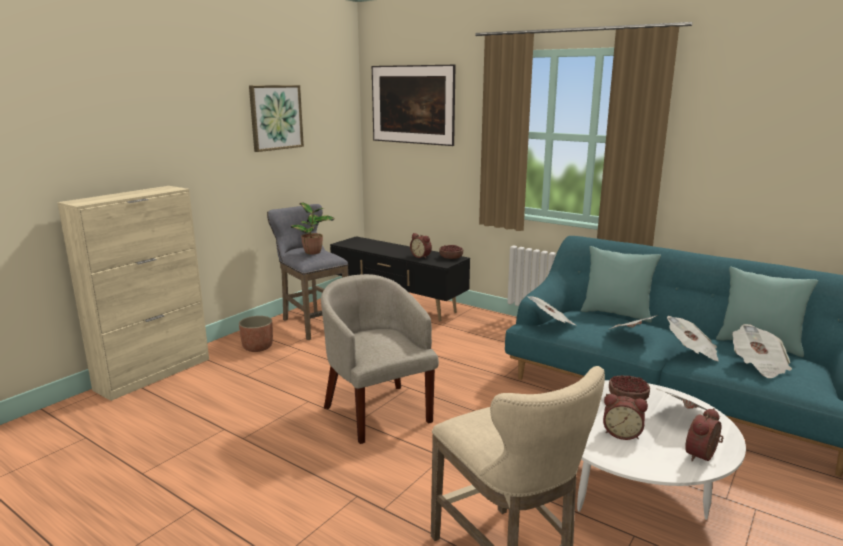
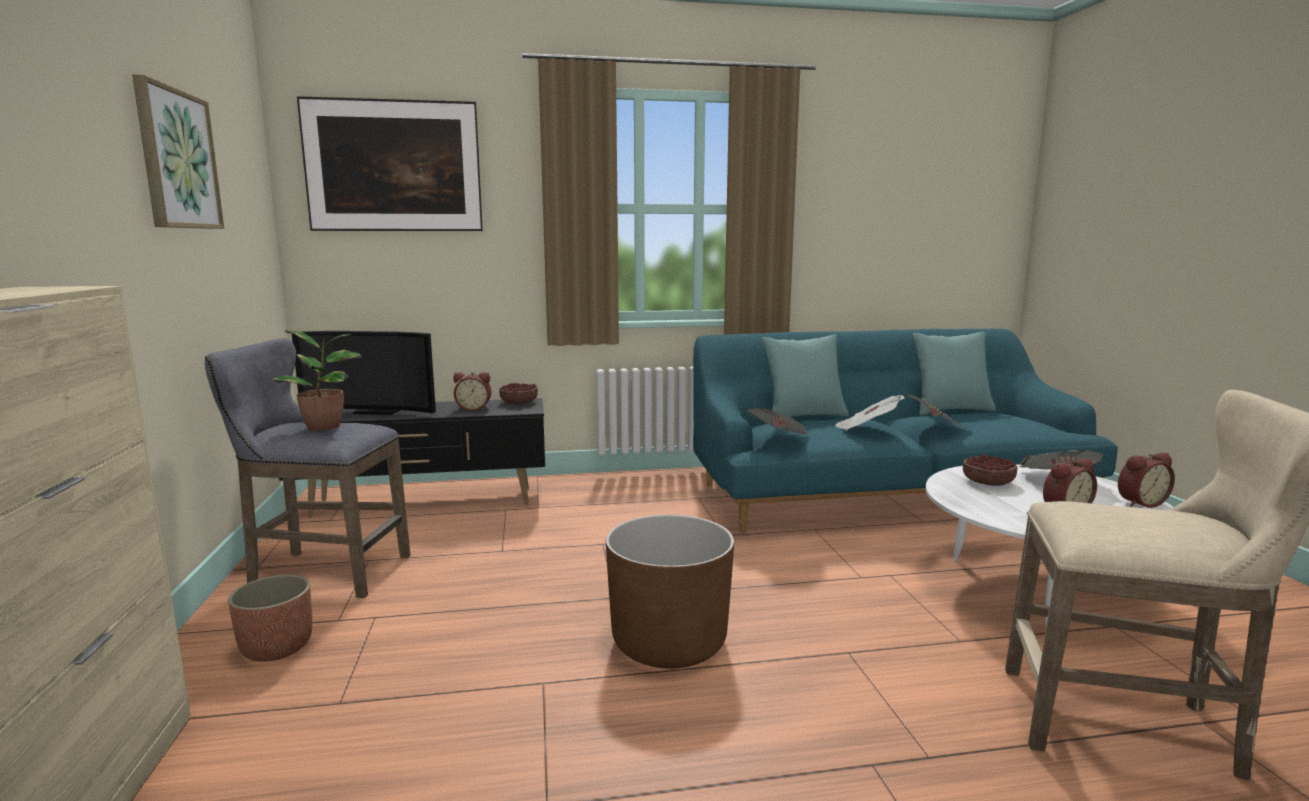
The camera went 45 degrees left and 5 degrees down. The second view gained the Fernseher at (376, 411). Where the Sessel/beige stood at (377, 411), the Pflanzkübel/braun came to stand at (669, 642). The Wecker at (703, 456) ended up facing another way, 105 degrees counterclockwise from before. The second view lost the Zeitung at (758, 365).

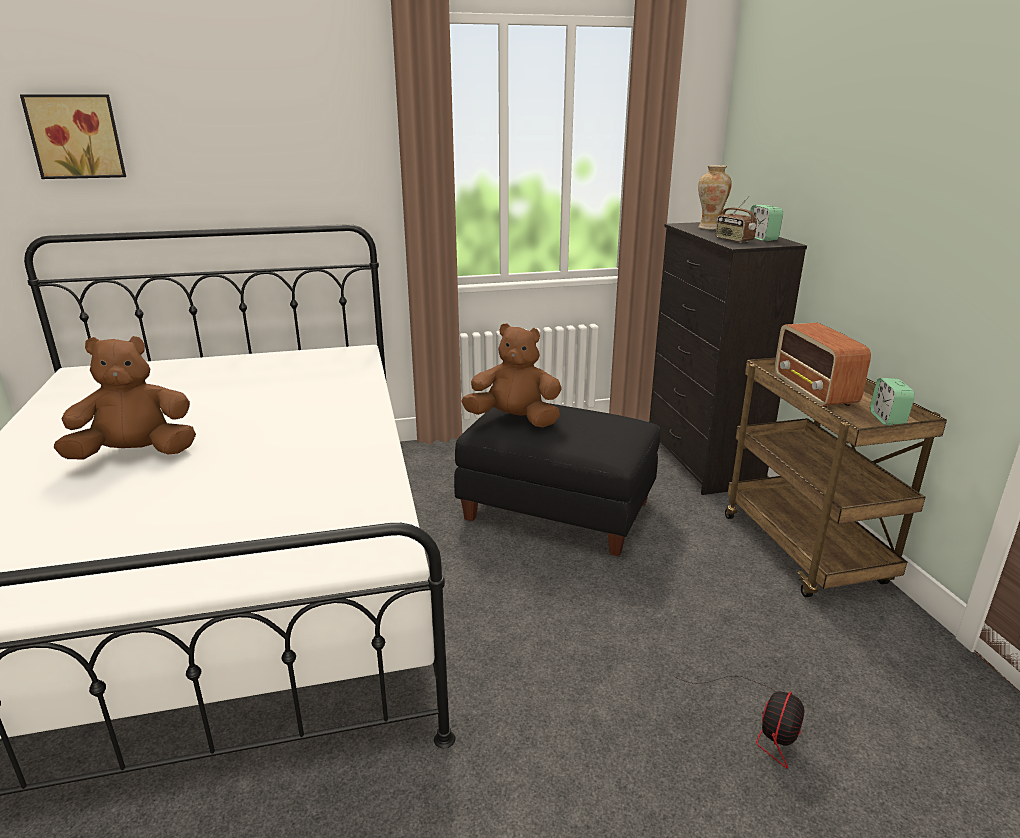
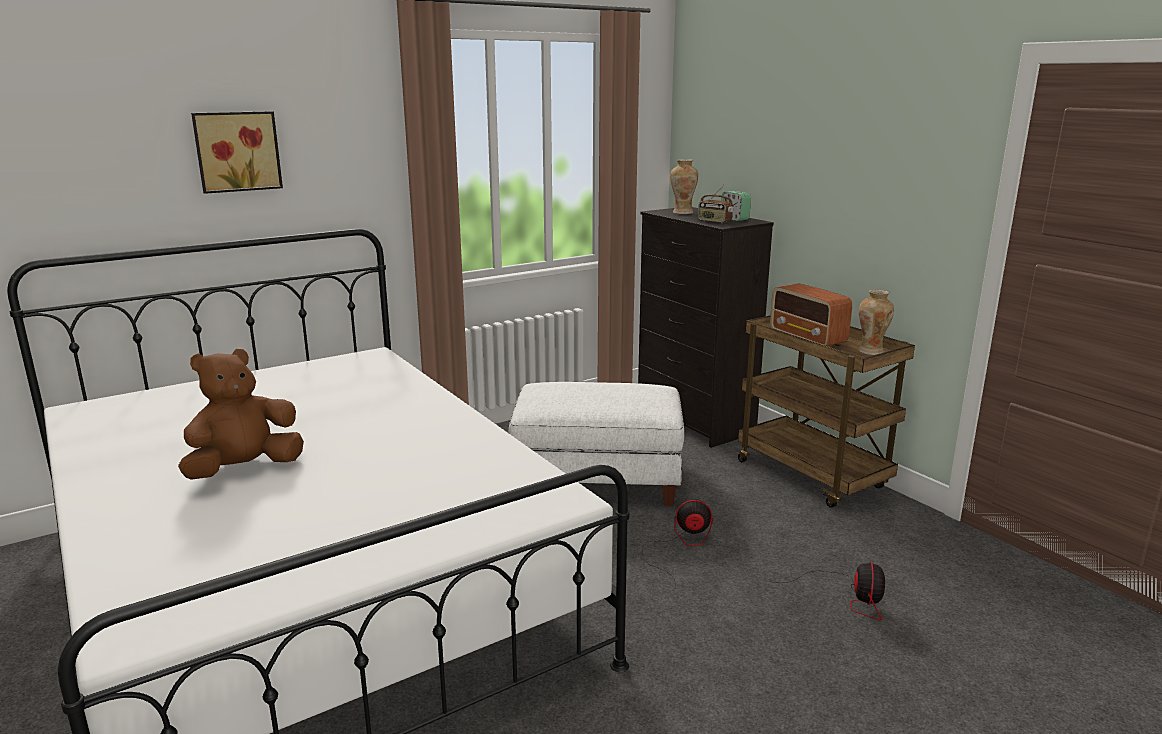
The camera went 20 degrees left and 5 degrees down. The Bild ended up elsewhere, having gone from (76, 136) to (237, 151). What was the Polsterhocker/schwarz at (558, 510) turned into the Polsterhocker/weiß at (598, 479). The second view gained the Ventilator at (680, 546). Where the Wecker stood at (887, 419), the Vase came to stand at (871, 351). The second view lost the Plüschtier/braun at (514, 420).

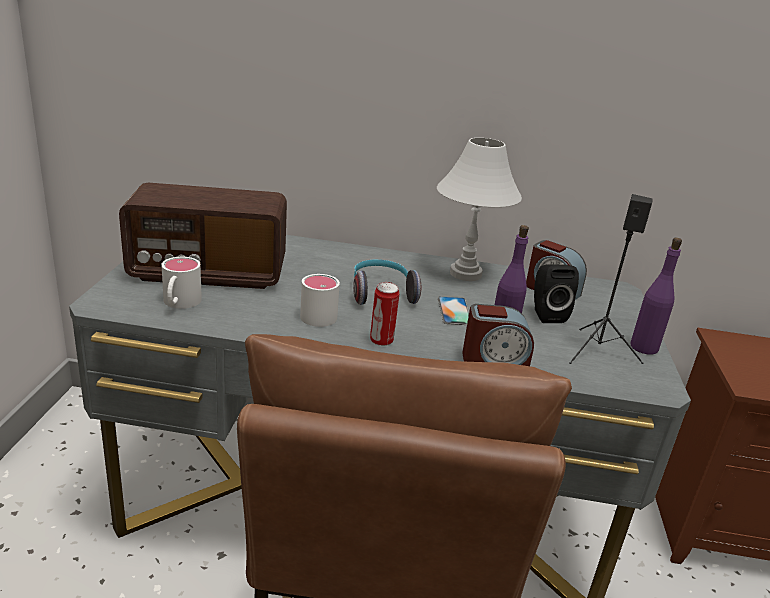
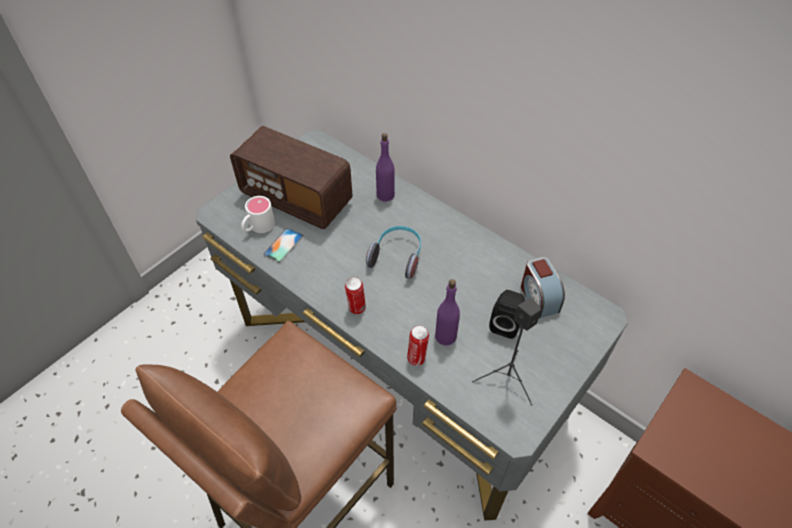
The camera went 35 degrees right and 25 degrees up. The Handy ended up elsewhere, having gone from (454, 311) to (283, 245). The Flasche/lila ended up elsewhere, having gone from (643, 347) to (385, 195). Where the Wecker stood at (494, 361), the Dose came to stand at (417, 358). The second view lost the Henkelbecher/weiß at (320, 313). The second view lost the Tischlampe/weiß at (466, 274).

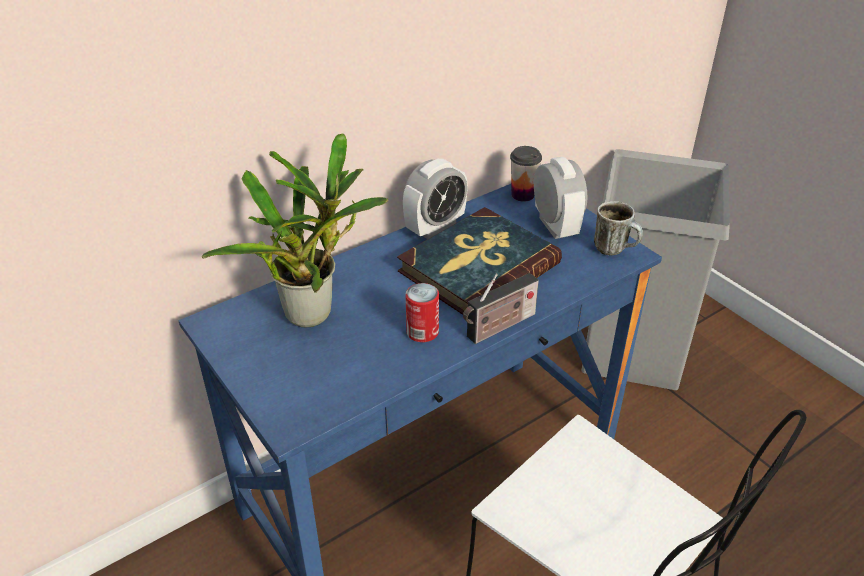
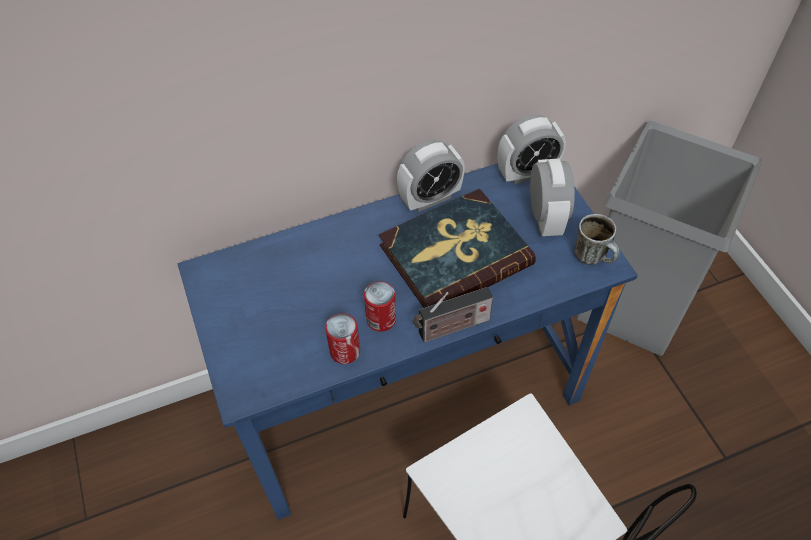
The camera went 15 degrees right and 15 degrees up. The second view gained the Dose at (345, 351). Where the Tasse stood at (522, 195), the Wecker came to stand at (527, 173). The second view lost the Topfpflanze at (314, 311).

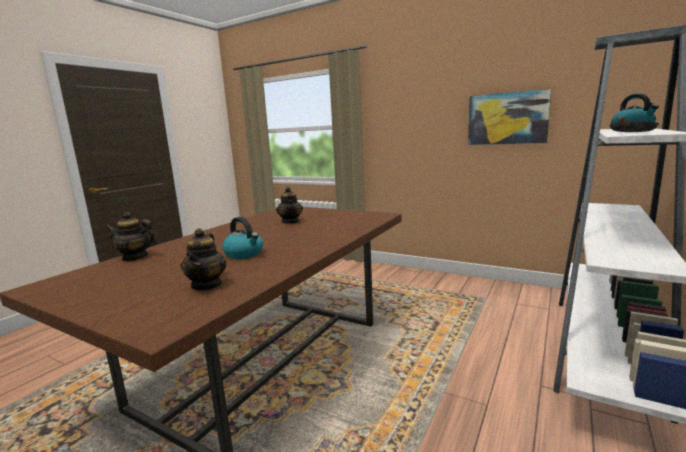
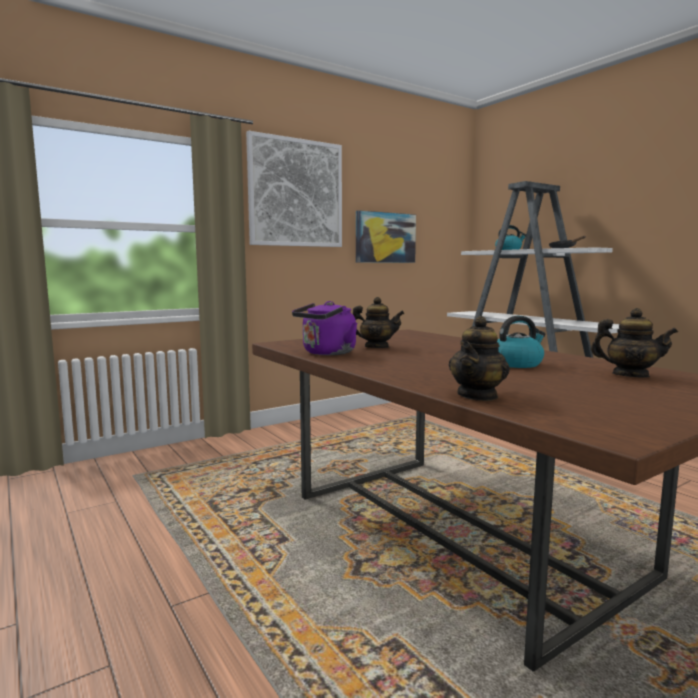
The camera went 65 degrees left and 5 degrees down. The second view gained the Bild at (296, 193). The second view gained the Wasserkessel/lila at (327, 353).

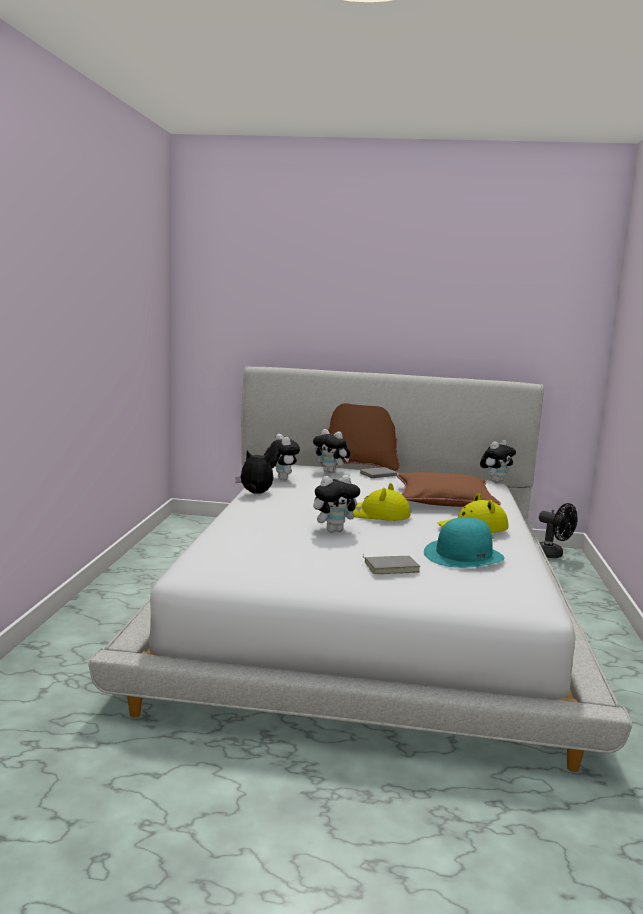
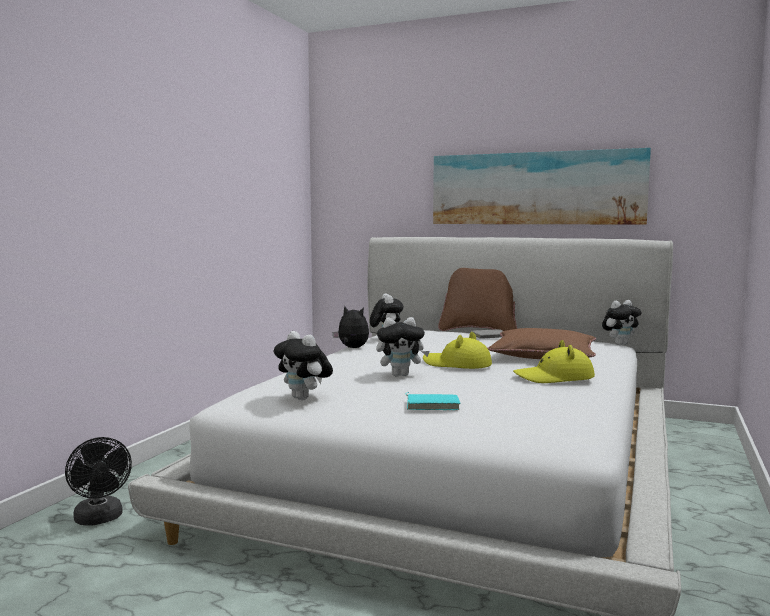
The camera went 15 degrees right and 5 degrees down. The Ventilator/schwarz ended up elsewhere, having gone from (552, 555) to (100, 519). The Plüschtier ended up elsewhere, having gone from (331, 472) to (304, 398). What was the Buch/grau at (391, 567) turned into the Buch/türkis at (433, 405). The second view gained the Bild at (535, 188). The second view lost the Hut/türkis at (463, 555).

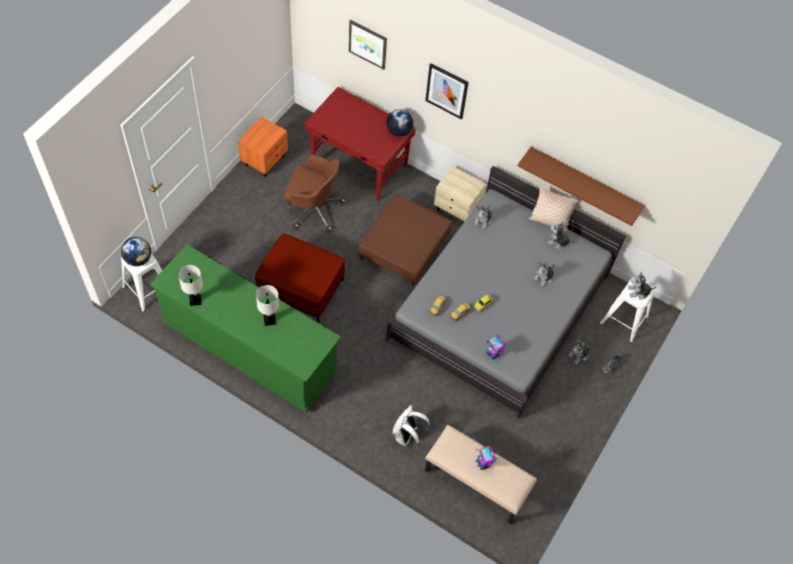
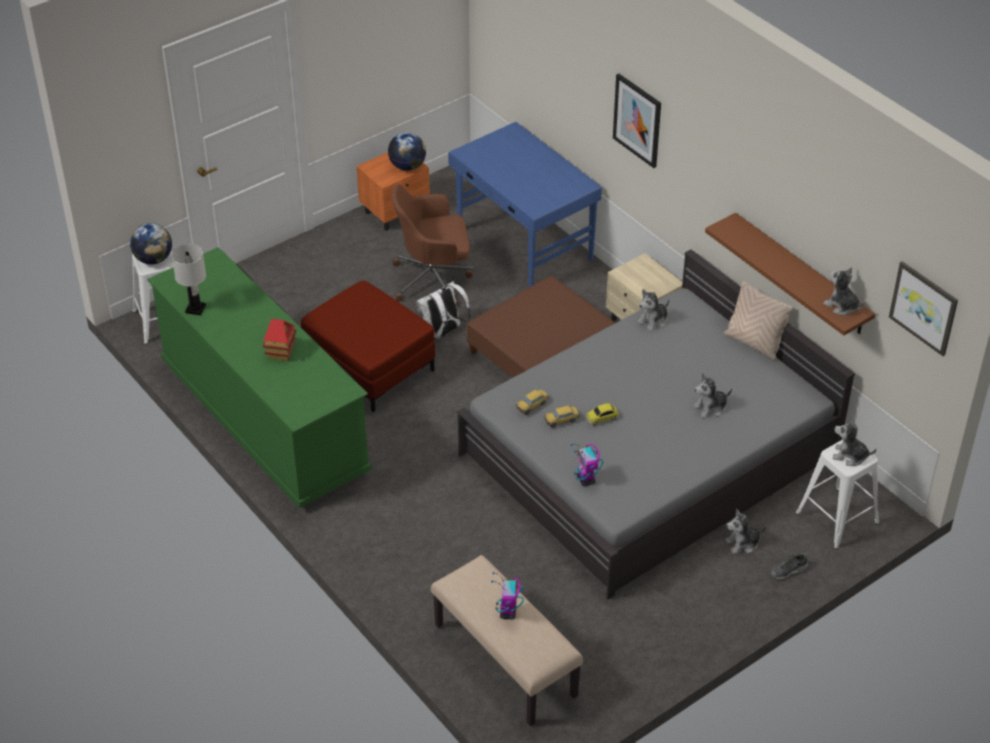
The camera went 25 degrees right and 15 degrees down. Where the Tischlampe/weiß stood at (269, 320), the Spielzeughaus came to stand at (281, 352). The Globus ended up elsewhere, having gone from (399, 131) to (407, 166). The Bürostuhl/braun at (313, 208) ended up facing another way, 135 degrees clockwise from before. The Rucksack/weiß ended up elsewhere, having gone from (407, 436) to (443, 332). What was the Schreibtisch/rot at (359, 166) turned into the Schreibtisch/blau at (524, 245). The Plüschtier ended up elsewhere, having gone from (558, 242) to (841, 306). The Bild ended up elsewhere, having gone from (368, 44) to (924, 307).

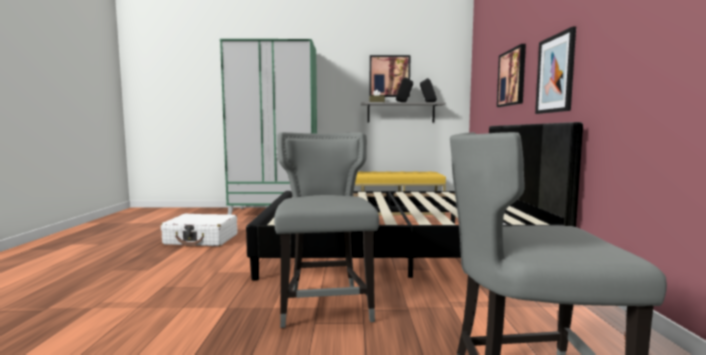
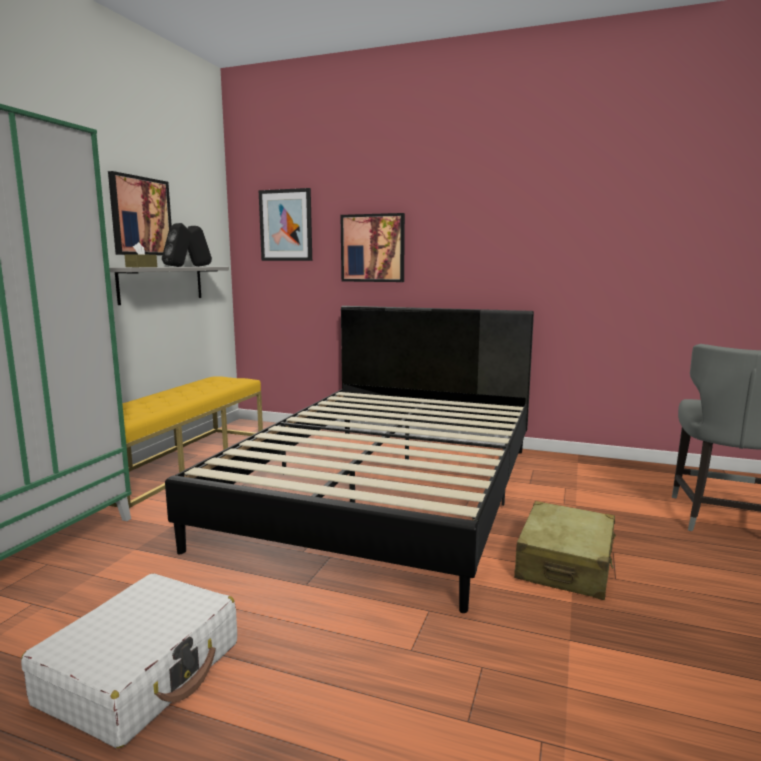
The camera went 70 degrees left and 5 degrees up. The Bild ended up elsewhere, having gone from (555, 74) to (286, 225). Where the Stuhl/grau stood at (326, 304), the Koffer/beige came to stand at (565, 565).

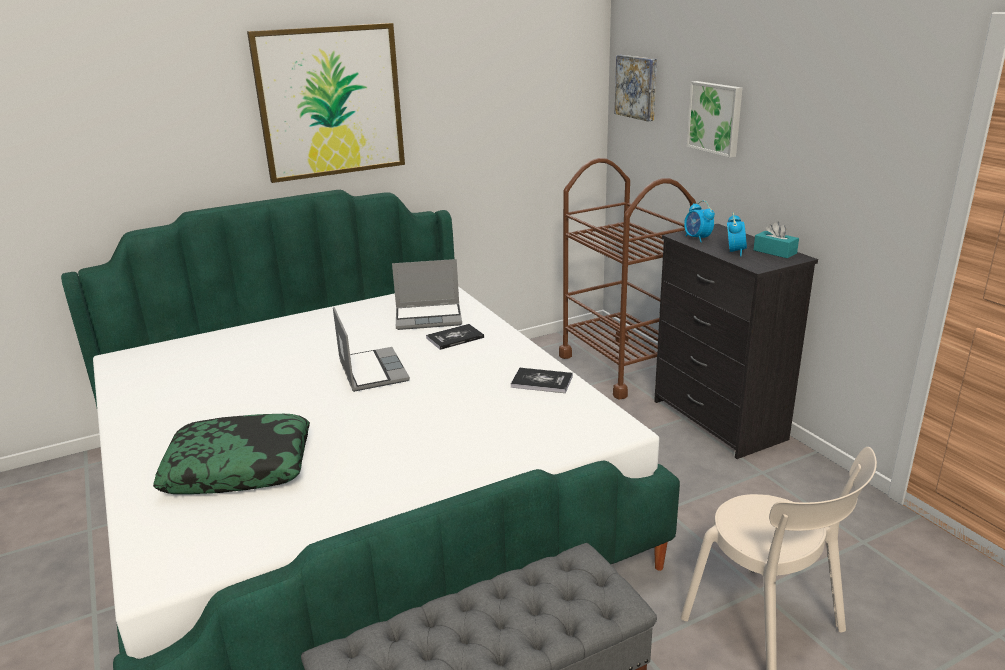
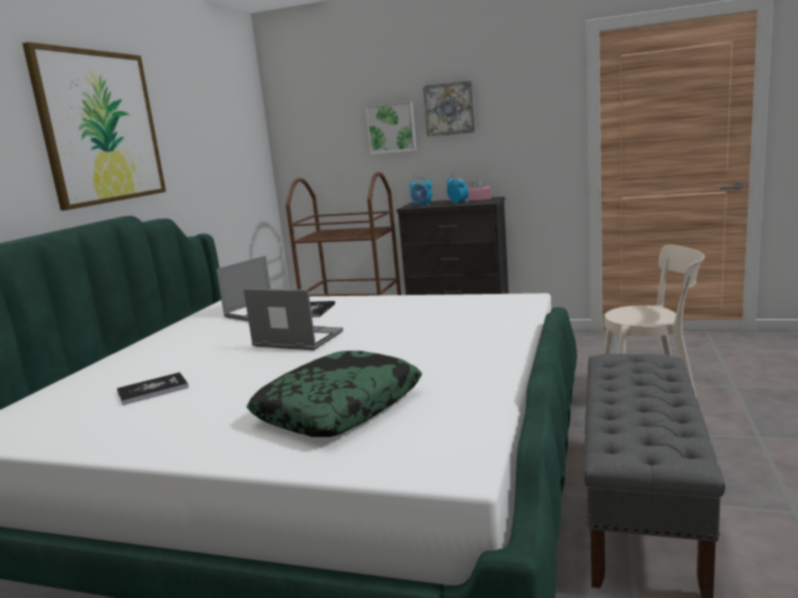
The camera went 45 degrees left and 10 degrees down. The Buch ended up elsewhere, having gone from (542, 381) to (153, 390). The Bild ended up elsewhere, having gone from (637, 87) to (449, 109). What was the Taschentuchbox/türkis at (775, 252) turned into the Taschentuchbox/rosa at (477, 199).

